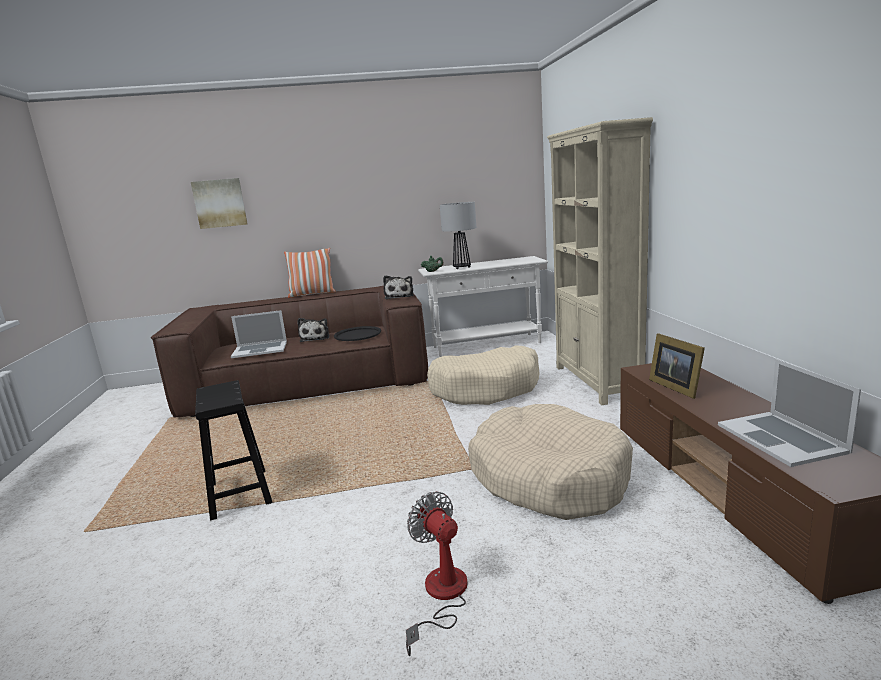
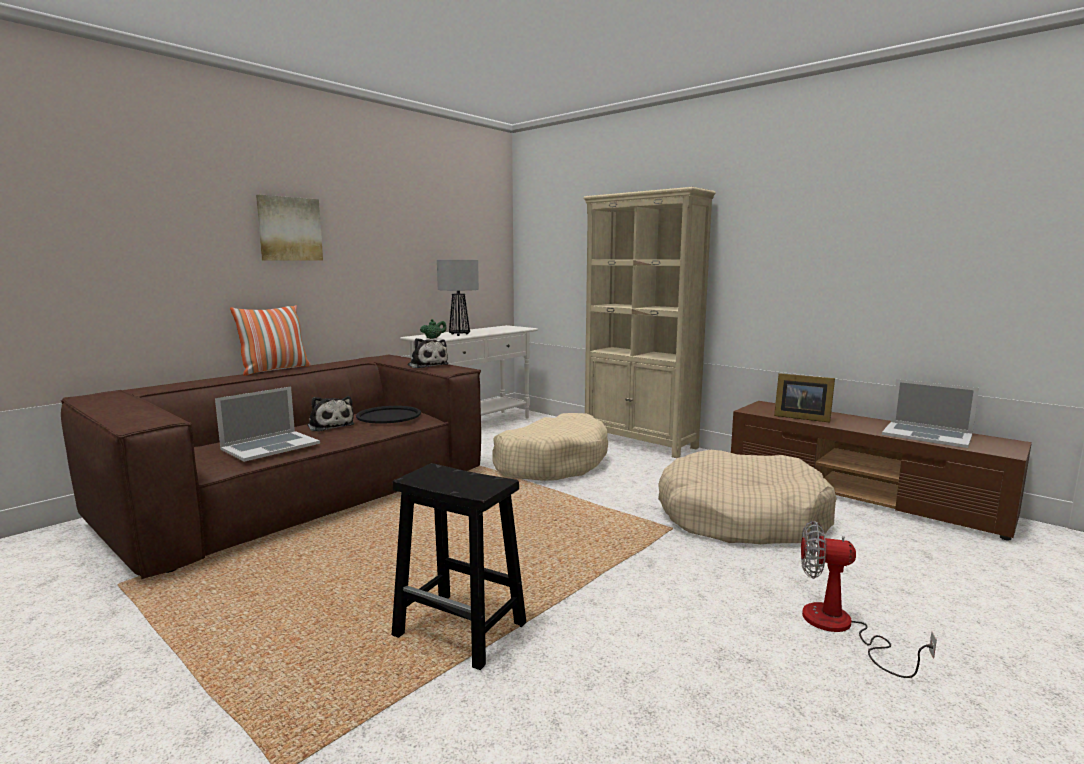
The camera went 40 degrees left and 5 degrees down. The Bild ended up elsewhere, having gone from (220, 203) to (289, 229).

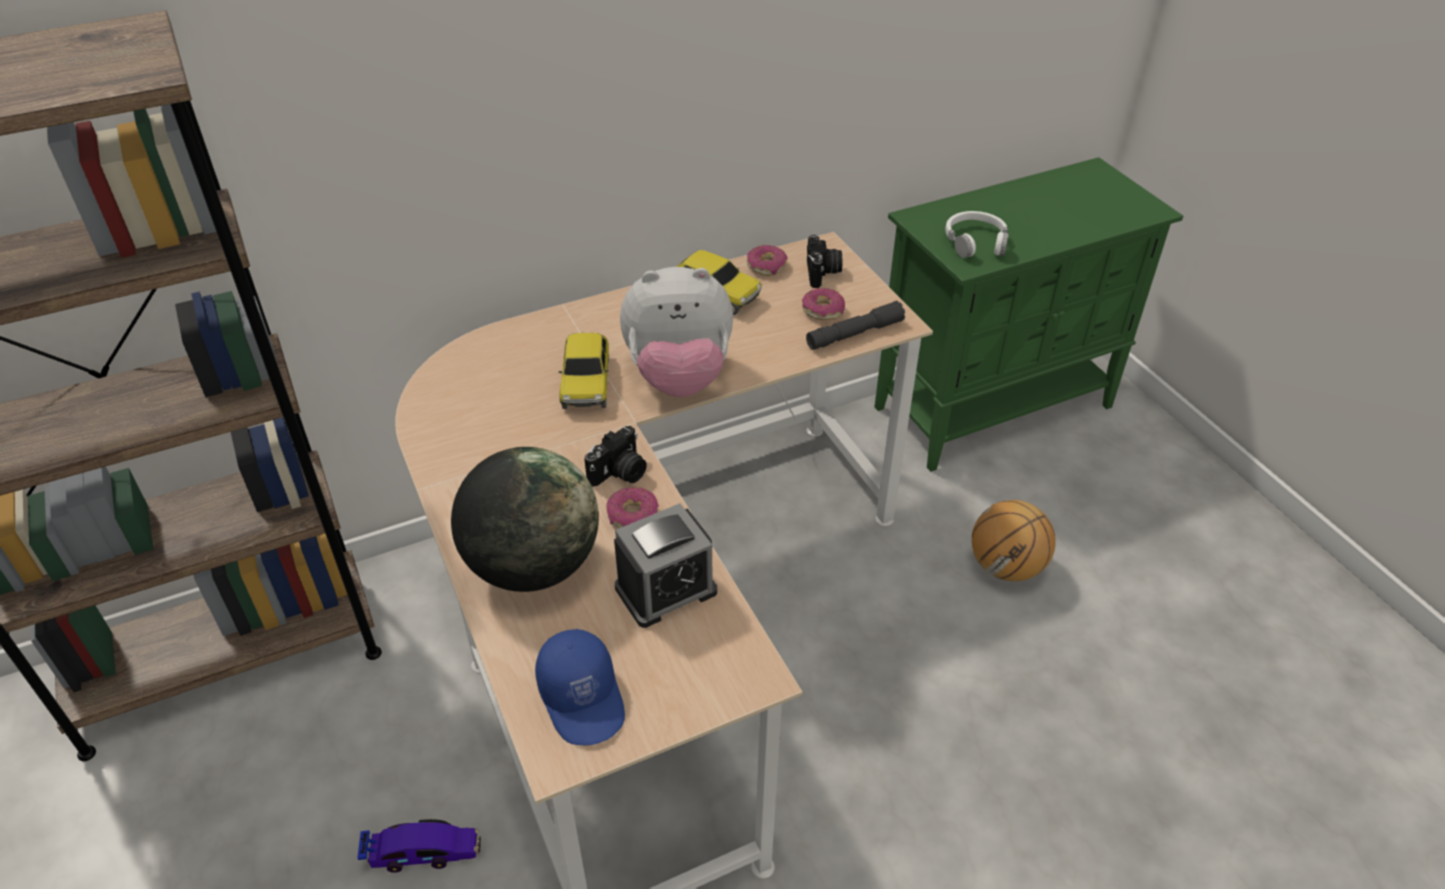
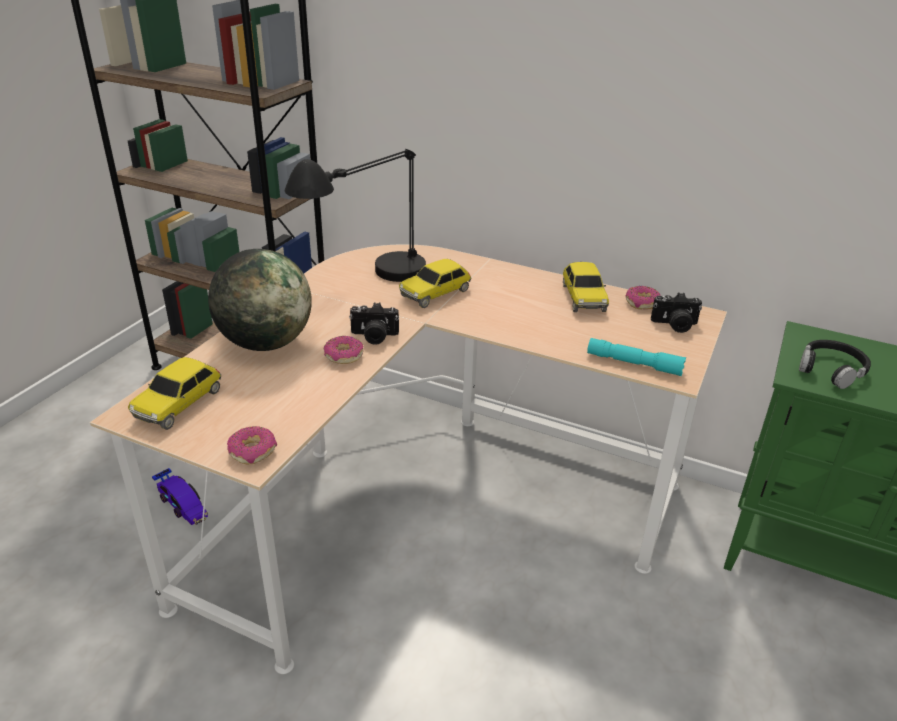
The camera went 50 degrees right and 10 degrees down. Where the Kappe/blau stood at (583, 698), the Spielzeugauto came to stand at (179, 404). The Donut ended up elsewhere, having gone from (822, 310) to (253, 451). The second view gained the Tischlampe/schwarz at (367, 285). What was the Taschenlampe/grau at (854, 334) turned into the Taschenlampe/türkis at (634, 363). The Kamera at (822, 273) ended up facing another way, 45 degrees clockwise from before. What was the Kopfhörer/weiß at (975, 242) turned into the Kopfhörer/schwarz at (831, 370). The second view lost the Wecker at (666, 590). The second view lost the Plüschtier at (679, 377). The second view lost the Basketball at (1006, 567).

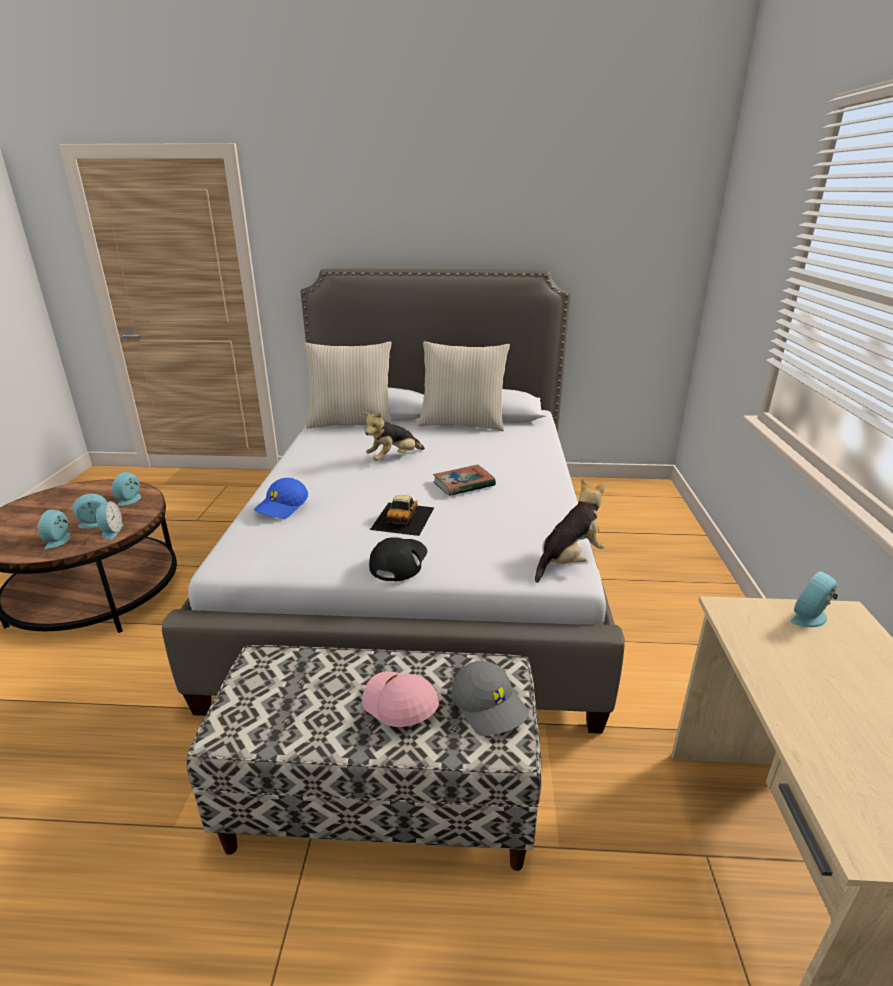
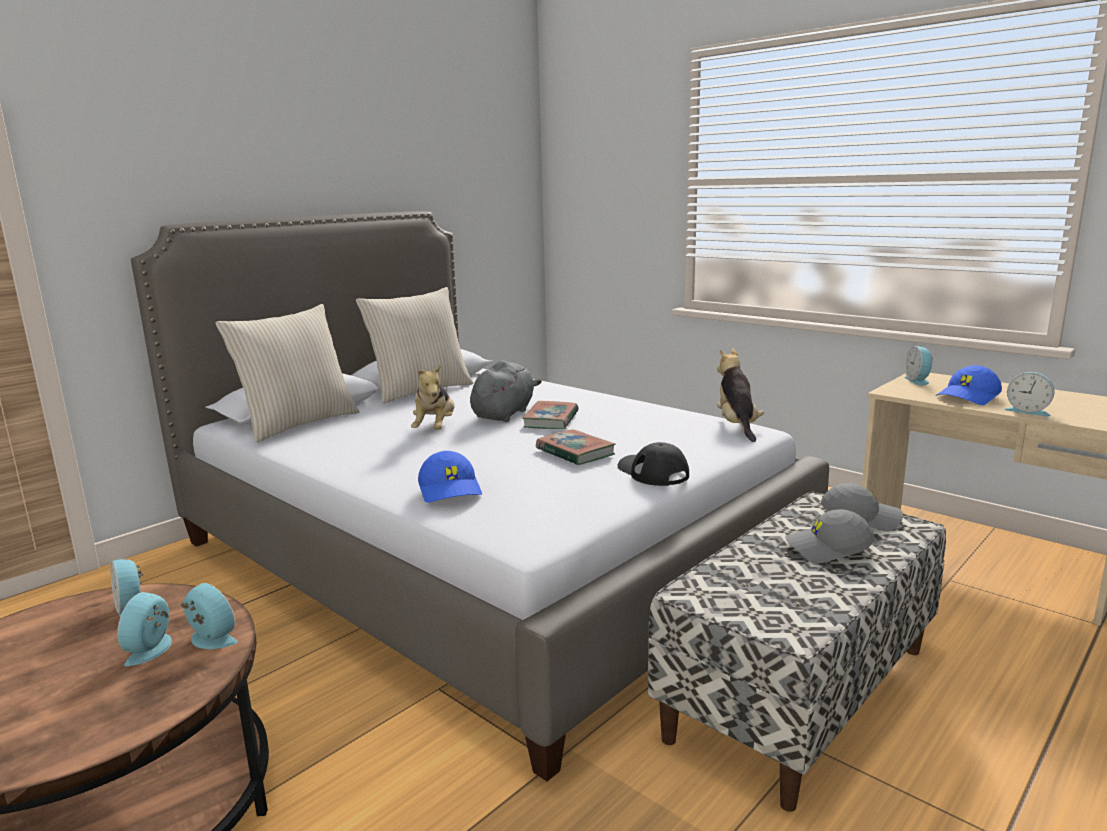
The camera went 50 degrees left and 10 degrees down. The second view gained the Plüschtier/grau at (504, 414). Where the Spielzeugauto stood at (403, 518), the Buch came to stand at (575, 452). What was the Kappe/rosa at (399, 705) turned into the Kappe/grau at (828, 549). The second view gained the Kappe/blau at (969, 397). The Wecker ended up elsewhere, having gone from (60, 540) to (1028, 411).

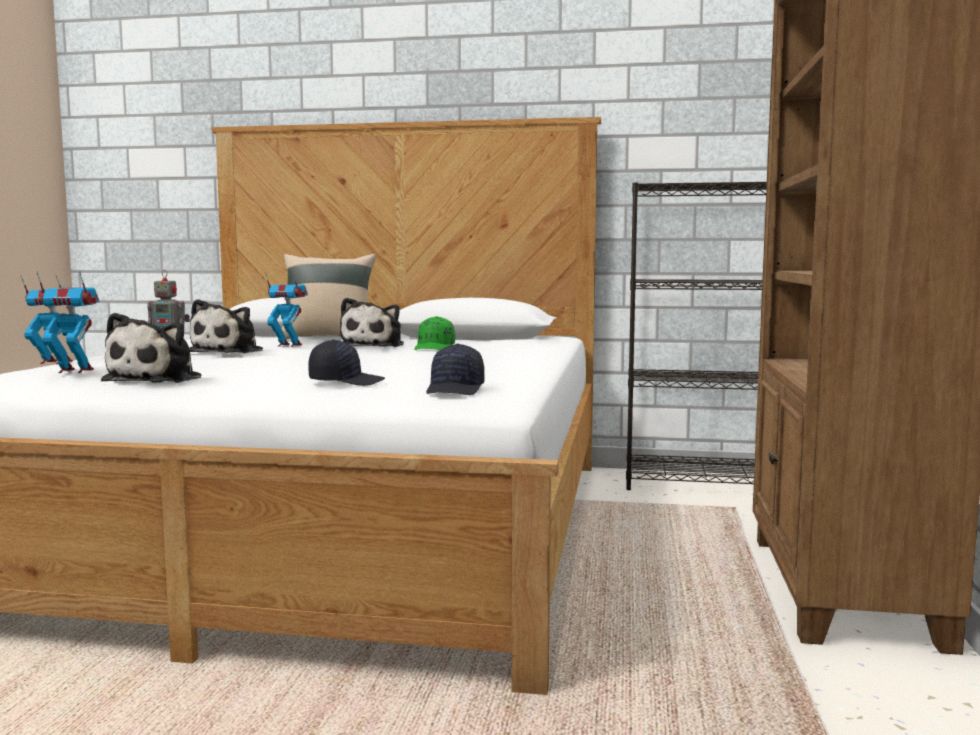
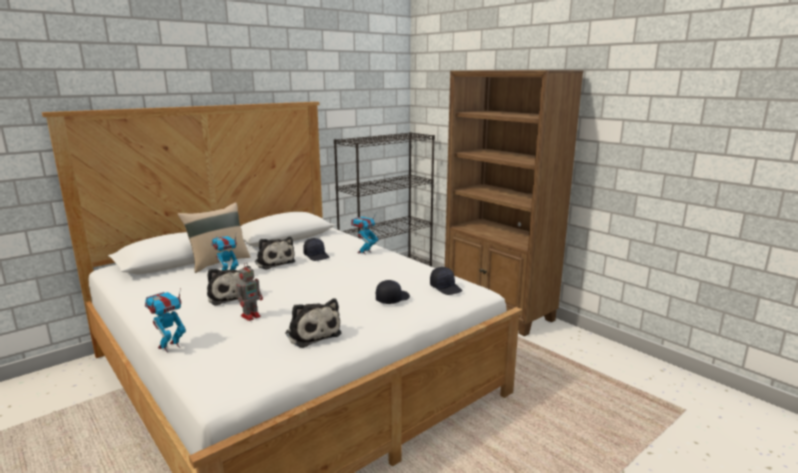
The camera went 50 degrees left and 10 degrees up. What was the Kappe/grün at (435, 348) turned into the Kappe/schwarz at (317, 256). The Spielzeugroboter ended up elsewhere, having gone from (74, 371) to (364, 252).

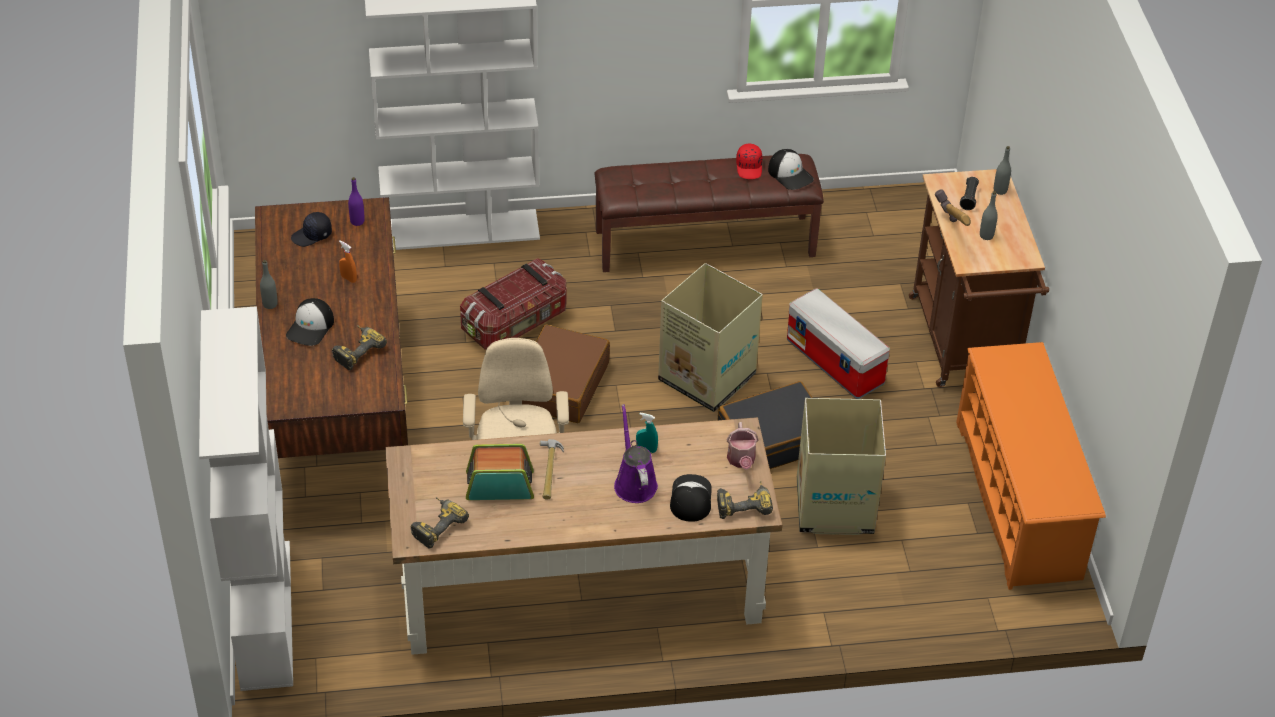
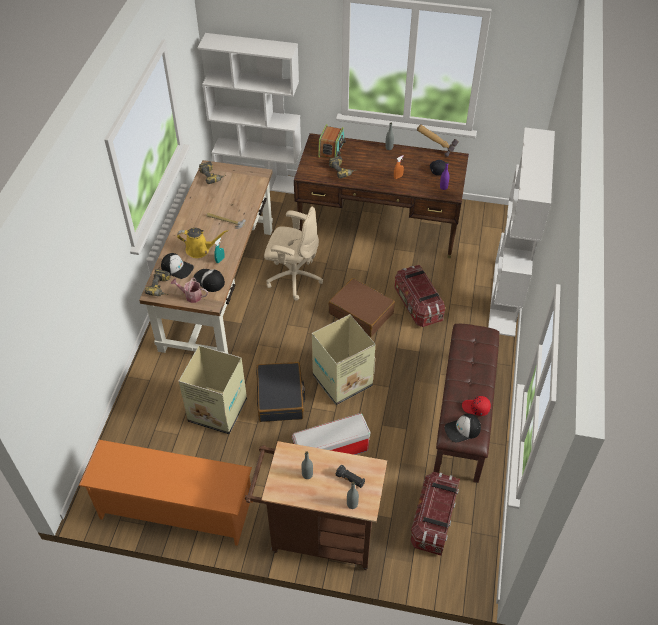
The camera went 110 degrees right and 5 degrees up. What was the Gießkanne/lila at (634, 482) turned into the Gießkanne/gelb at (200, 249). The Kappe ended up elsewhere, having gone from (311, 327) to (209, 281). The Radio ended up elsewhere, having gone from (499, 485) to (331, 149). The second view gained the Aufbewahrungsbox at (433, 520). The Hammer ended up elsewhere, having gone from (948, 235) to (436, 151).

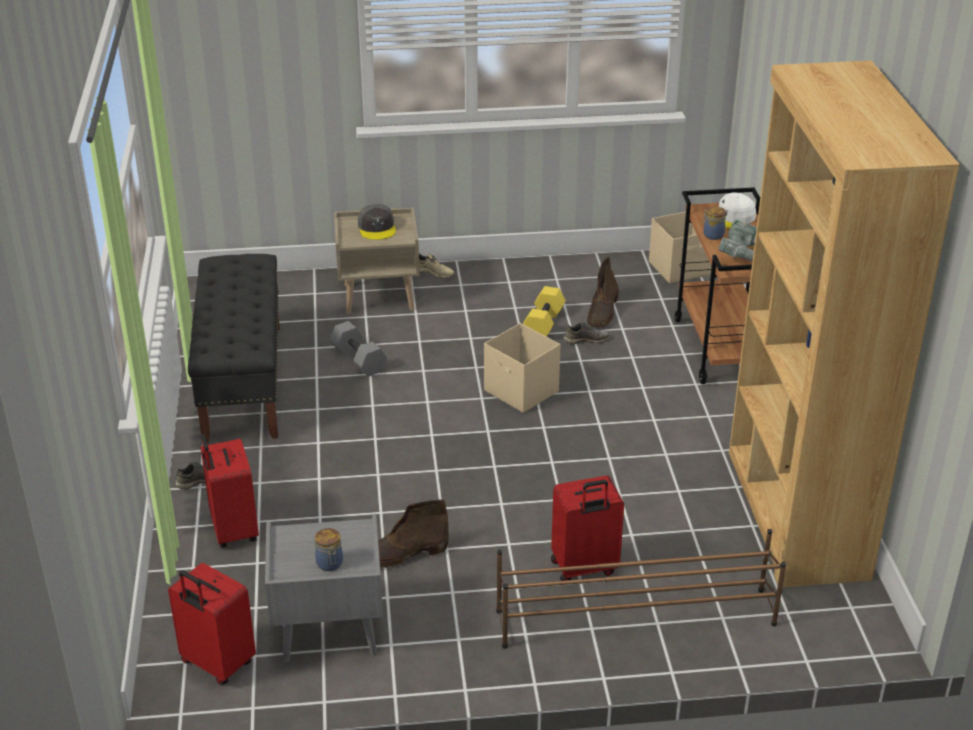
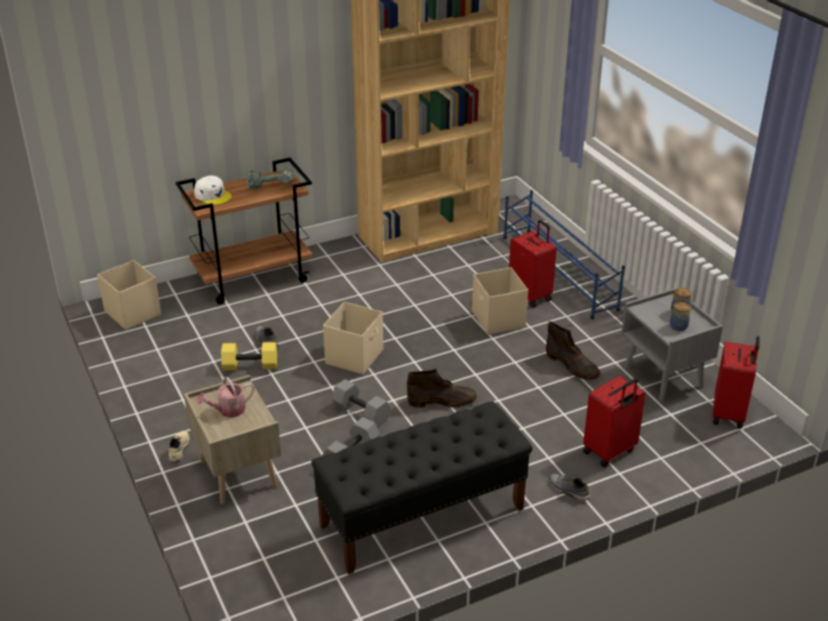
The camera went 110 degrees left and 0 degrees up. Where the Kappe/grau stood at (377, 228), the Gießkanne came to stand at (228, 410). The second view gained the Hantel/grau at (360, 413). The Stiefel/braun ended up elsewhere, having gone from (602, 312) to (442, 401). The second view gained the Aufbewahrungsbox/beige at (498, 320). What was the Schuhregal/braun at (634, 617) turned into the Schuhregal/blau at (558, 272). The Vorratsglas ended up elsewhere, having gone from (712, 235) to (678, 327).

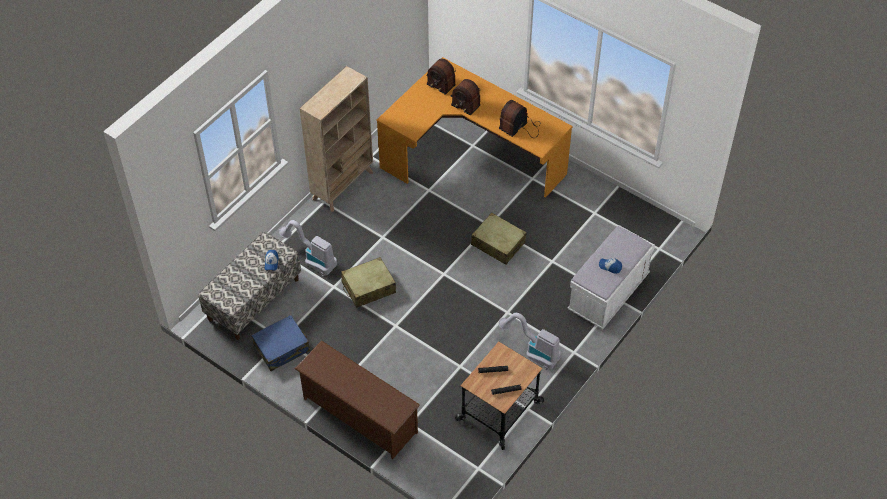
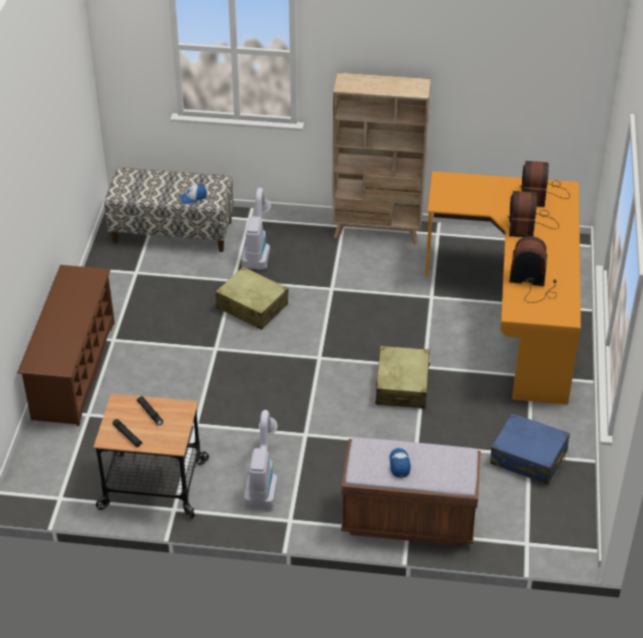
The camera went 60 degrees right and 10 degrees down. What was the Bank/weiß at (608, 293) turned into the Bank/braun at (408, 519). The Koffer/blau ended up elsewhere, having gone from (282, 348) to (528, 457).

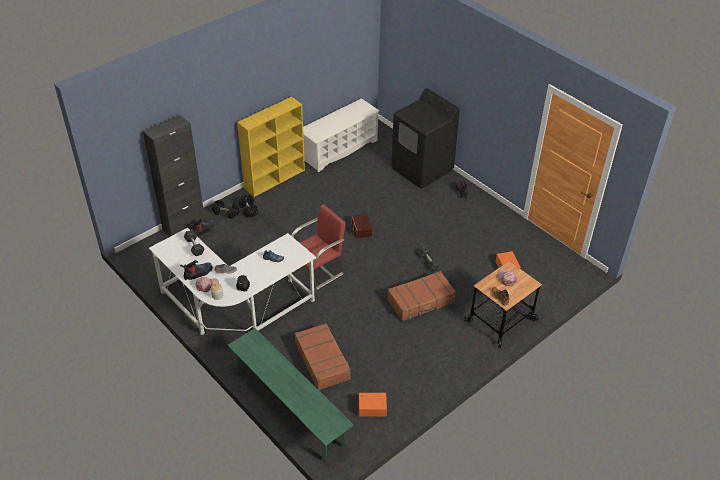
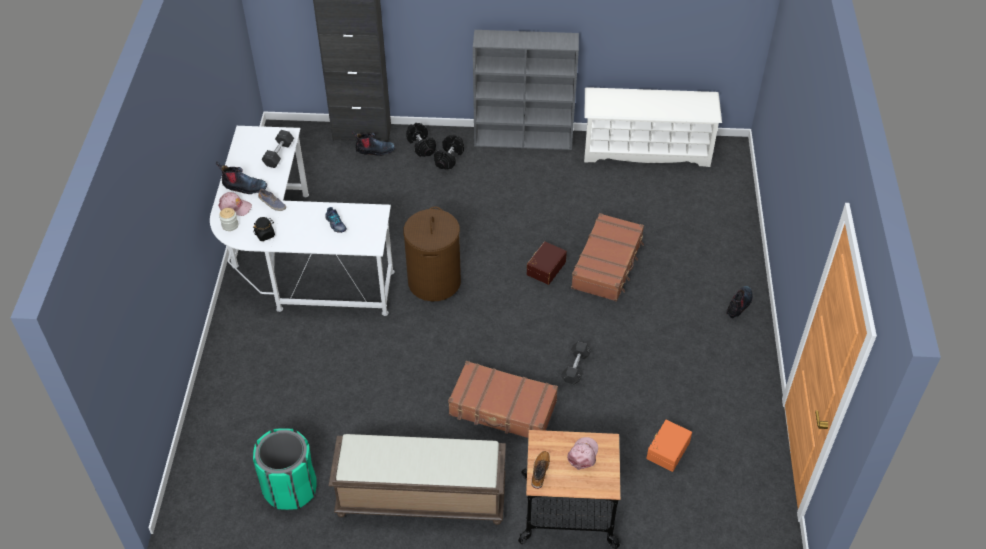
The camera went 45 degrees right and 5 degrees up. Where the Aufbewahrungsbox/orange stood at (372, 407), the Mülleimer/grün came to stand at (290, 488). The second view gained the Bank/braun at (420, 499). Where the Stuhl/rot stood at (317, 270), the Wäschekorb/braun came to stand at (434, 282). What was the Bücherregal/gelb at (275, 179) turned into the Bücherregal/grau at (524, 139). The Koffer/braun ended up elsewhere, having gone from (322, 361) to (607, 264). The second view lost the Bank/grün at (289, 407). The second view lost the Waschmaschine/schwarz at (422, 169).

